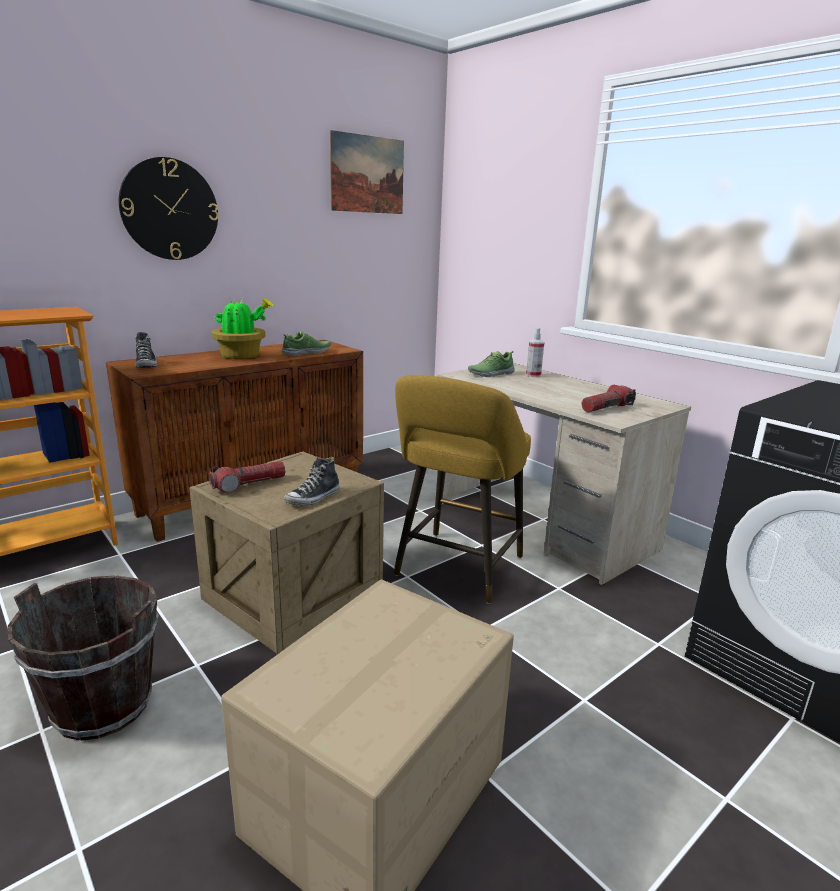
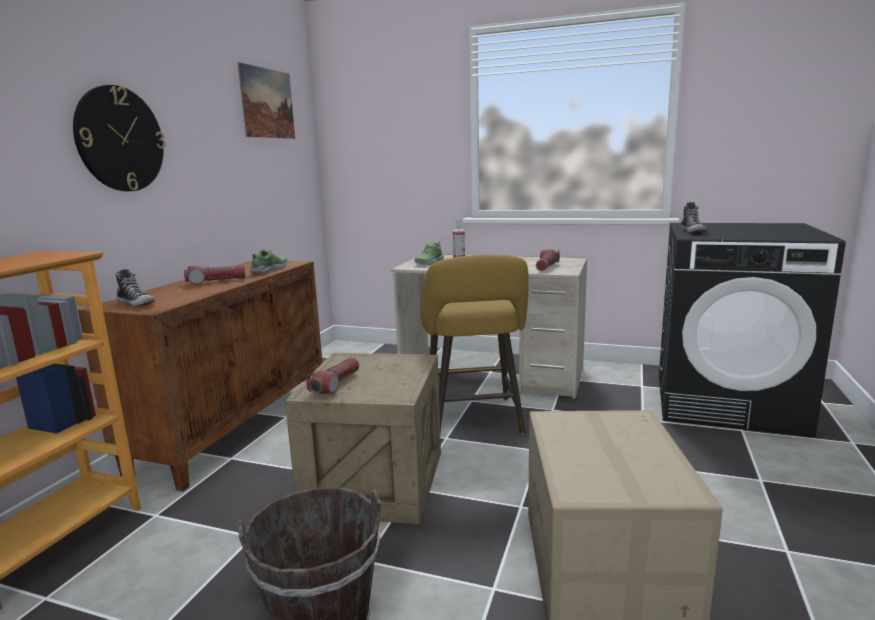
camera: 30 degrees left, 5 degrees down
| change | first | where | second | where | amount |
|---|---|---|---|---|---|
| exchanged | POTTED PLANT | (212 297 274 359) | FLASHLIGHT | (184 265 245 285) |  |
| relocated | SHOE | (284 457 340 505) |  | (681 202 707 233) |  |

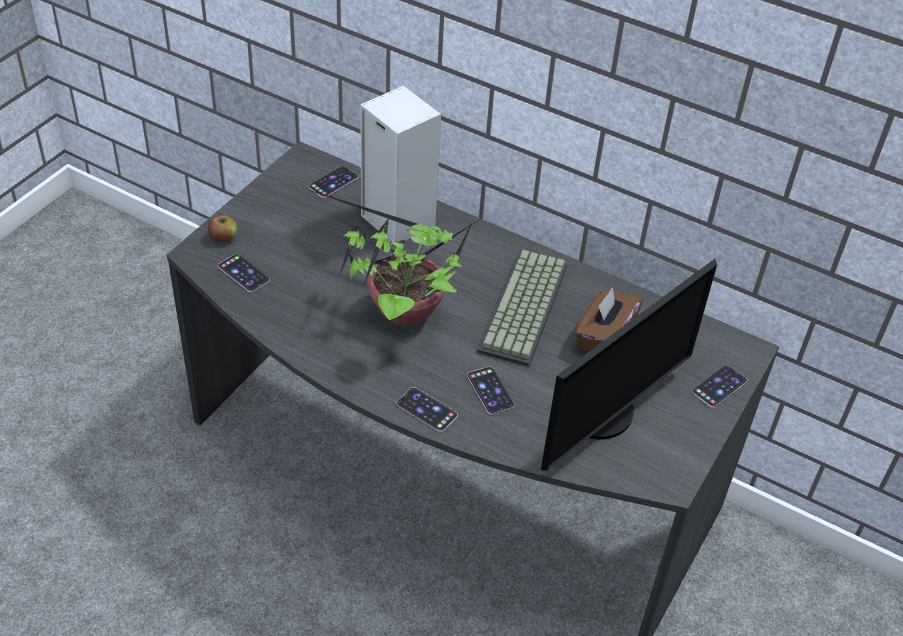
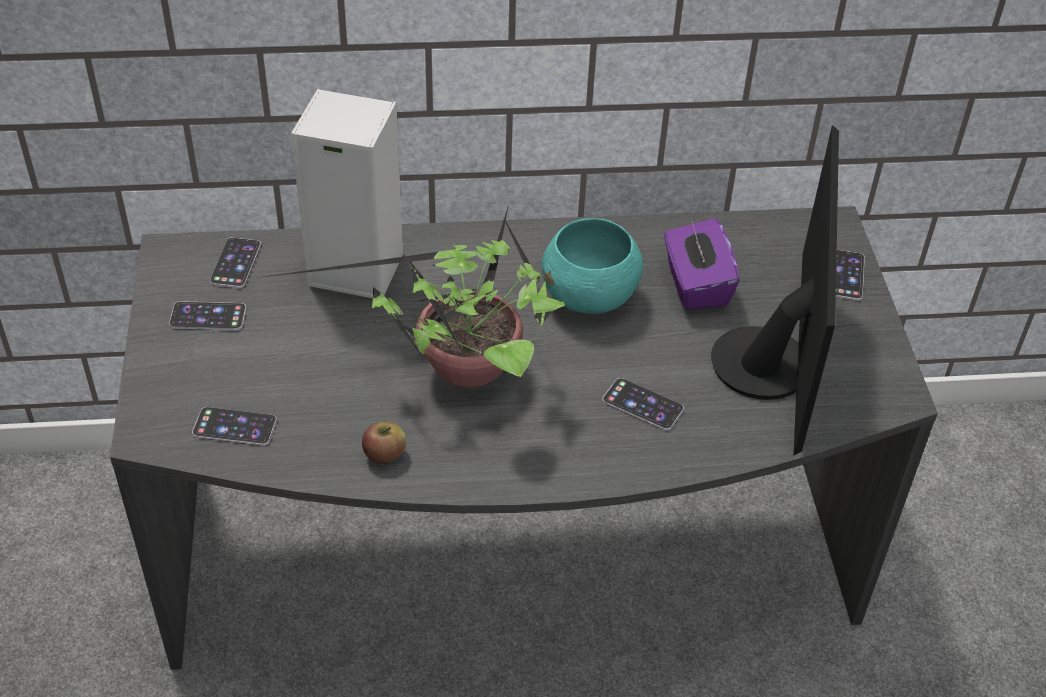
camera: 35 degrees left, 0 degrees up
| change | first | where | second | where | amount |
|---|---|---|---|---|---|
| relocated | APPLE | (208 215 237 242) |  | (362 421 406 464) |  |
| exchanged | KEYBOARD | (477 250 568 367) | TURQUOISE BOWL | (542 218 643 314) |  |
| colour | BROWN TISSUE BOX | (575 287 643 353) | PURPLE TISSUE BOX | (664 218 740 310) |  |
| relocated | PHONE | (397 387 458 432) |  | (169 301 246 330) |  |

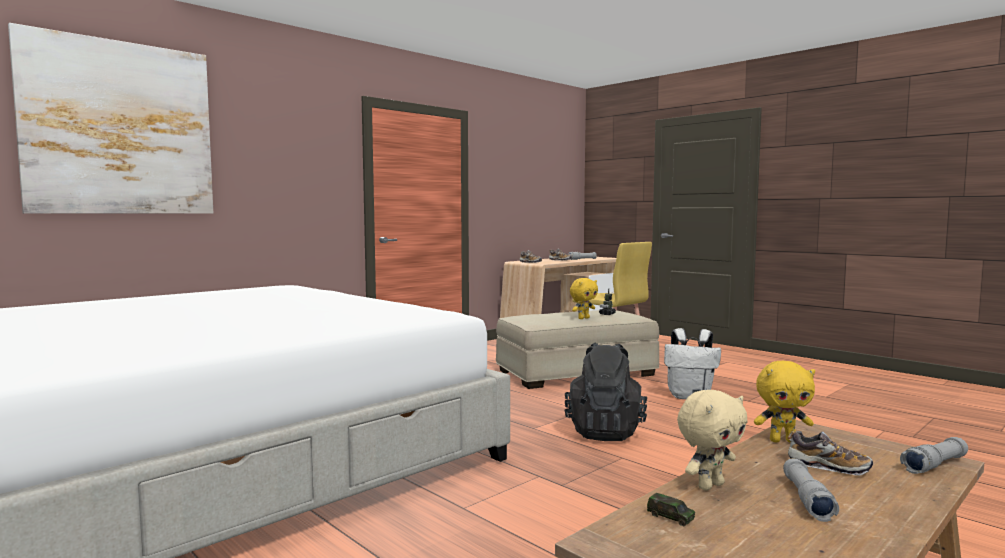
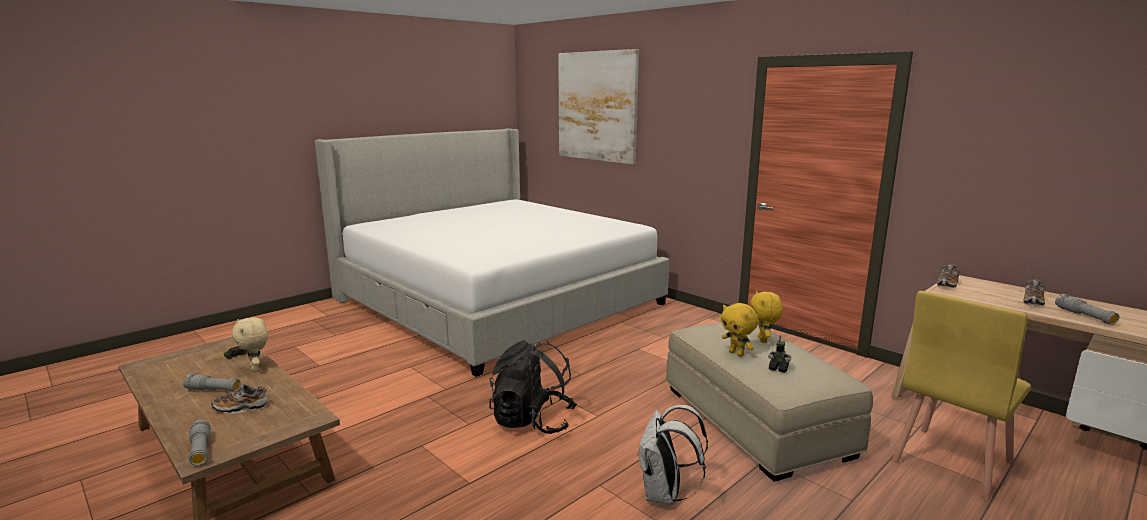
camera: 90 degrees right, 10 degrees up
| change | first | where | second | where | amount |
|---|---|---|---|---|---|
| relocated | YELLOW PLUSH TOY | (754 361 815 443) |  | (750 291 783 343) |  |
| spun | SHOE | (787 431 873 476) |  | (211 384 268 414) | 45 degrees clockwise |

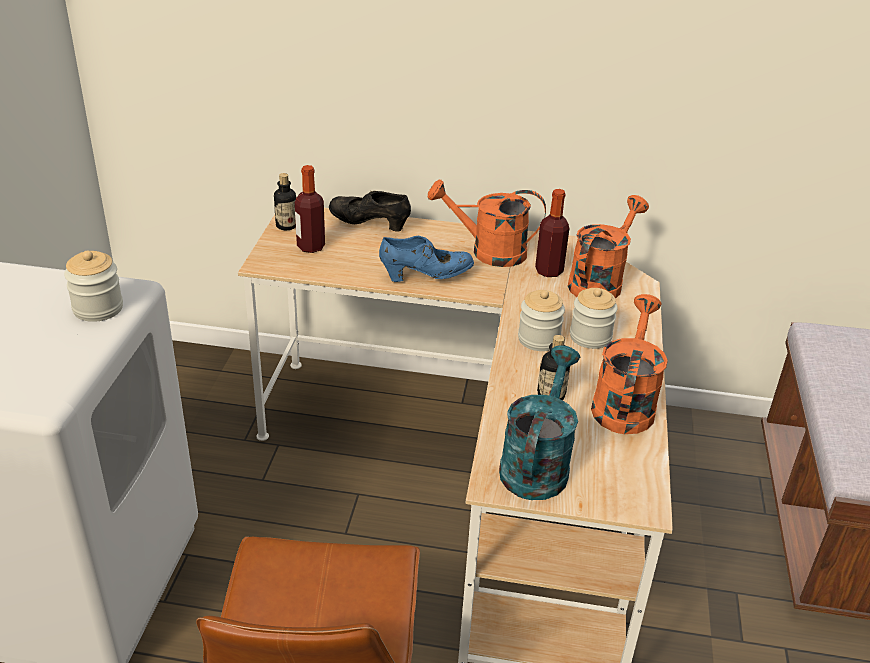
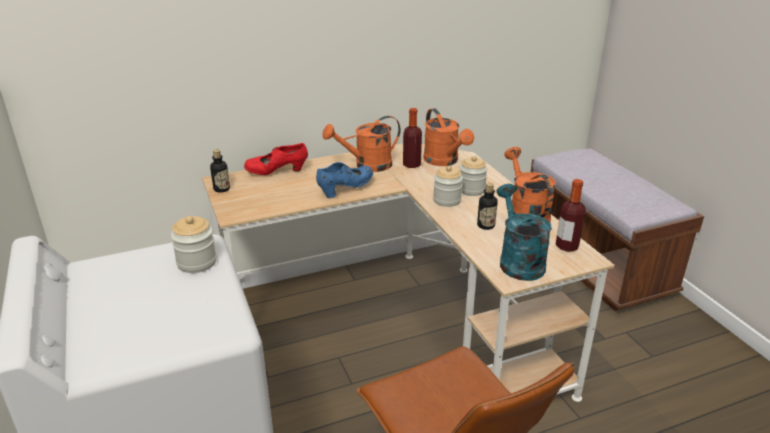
camera: 30 degrees left, 5 degrees down
| change | first | where | second | where | amount |
|---|---|---|---|---|---|
| relocated | BOTTLE | (295 165 325 253) |  | (555 179 586 252) |  |
| colour | BLACK SHOE | (329 191 411 232) | RED SHOE | (244 143 308 175) |  |
| spun | ORANGE WATERING CAN | (568 195 649 299) |  | (424 108 474 166) | 150 degrees clockwise |

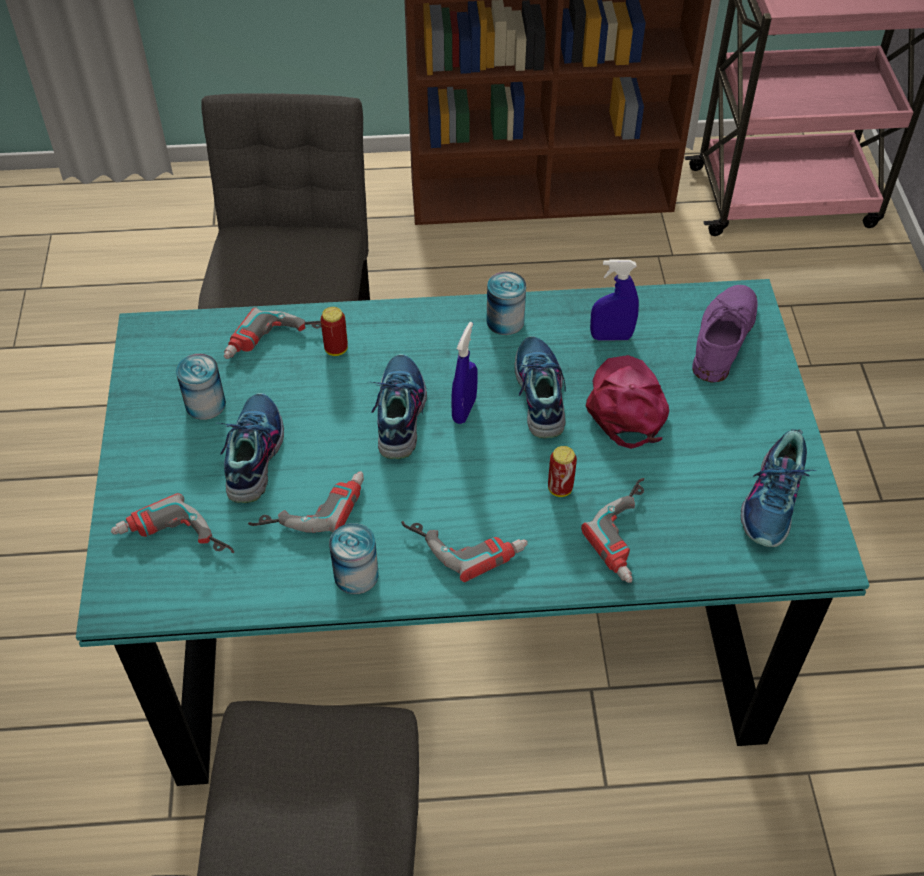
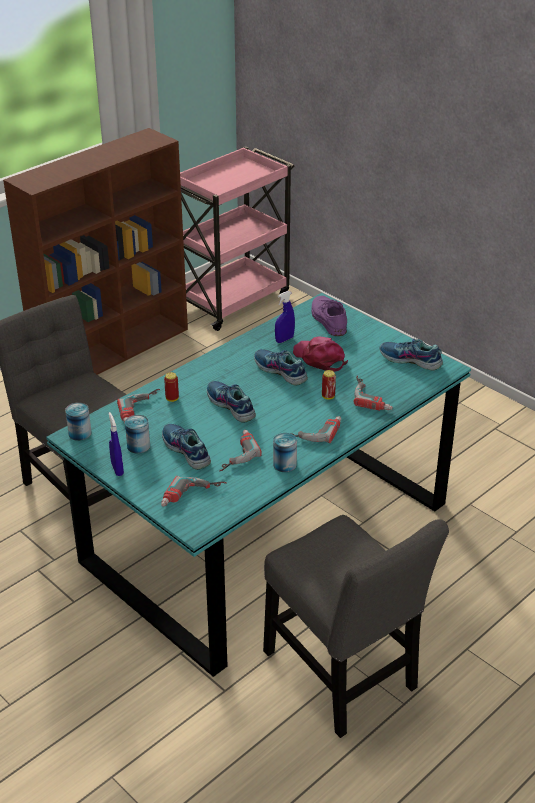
camera: 40 degrees left, 15 degrees down
| change | first | where | second | where | amount |
|---|---|---|---|---|---|
| relocated | CAN | (486 271 526 335) |  | (65 402 92 441) |  |
| relocated | BLUE SPRAY BOTTLE | (451 322 478 424) |  | (108 412 124 476) |  |
| spun | SHOE | (741 429 816 547) |  | (379 338 443 370) | 135 degrees clockwise |

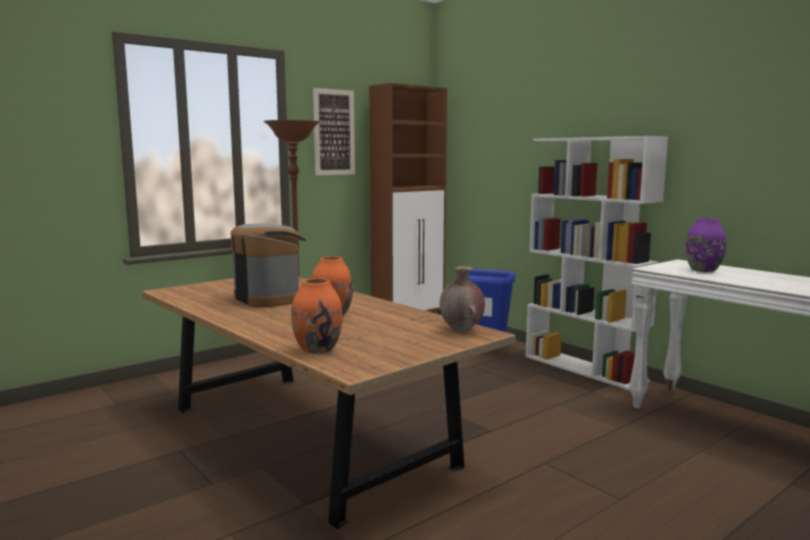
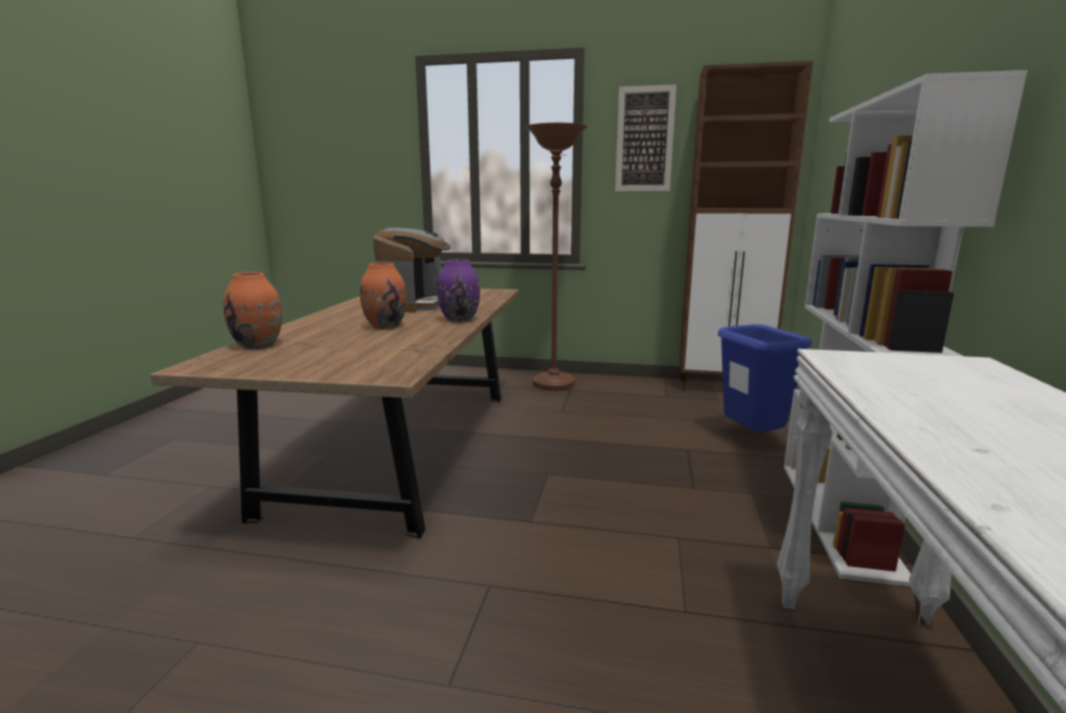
camera: 50 degrees right, 5 degrees up
| change | first | where | second | where | amount |
|---|---|---|---|---|---|
| relocated | PURPLE VASE | (685 218 726 272) |  | (437 259 480 322) |  |
| missing | BROWN VASE | (440 266 485 332) |  |  |  |

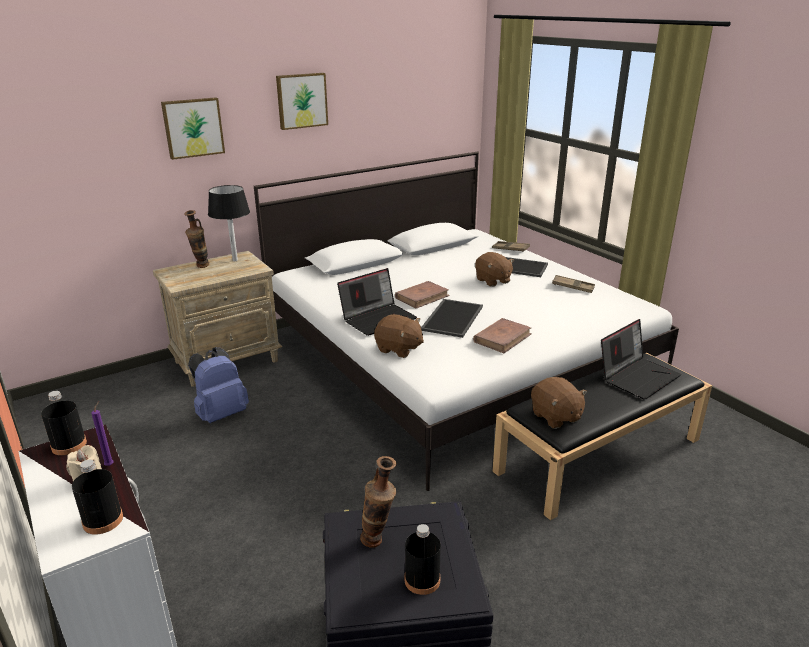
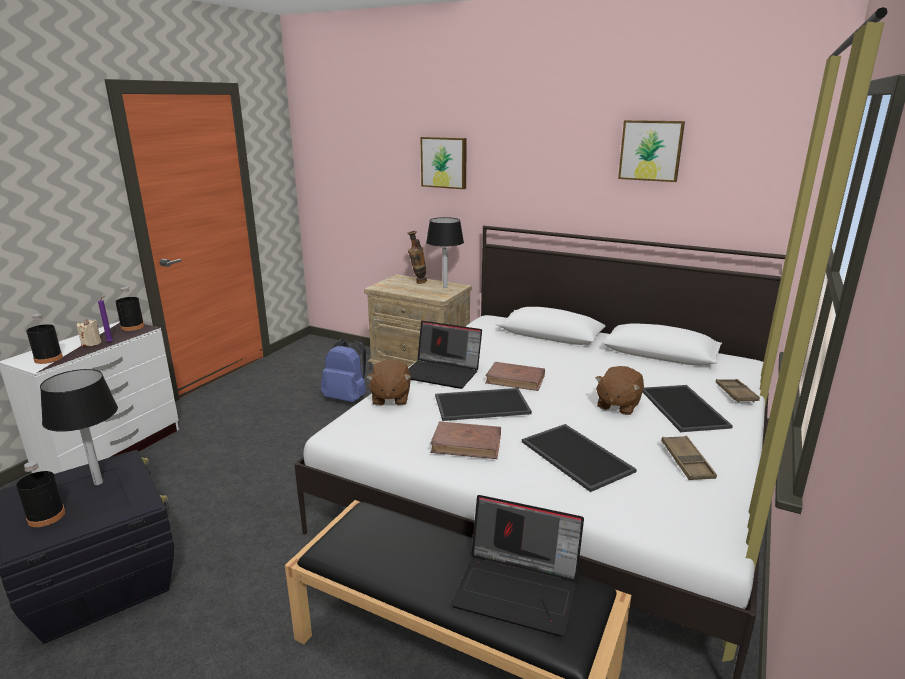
camera: 60 degrees right, 5 degrees down
| change | first | where | second | where | amount |
|---|---|---|---|---|---|
| relocated | PICTURE | (276 73 328 130) |  | (618 120 685 182) |  |
| missing | BROWN PLUSH TOY | (531 377 587 429) |  |  |  |
| exchanged | VASE | (360 456 397 548) | BLACK TABLE LAMP | (40 369 118 485) |  |
| appeared |  |  | TRAY | (522 424 637 492) |  |

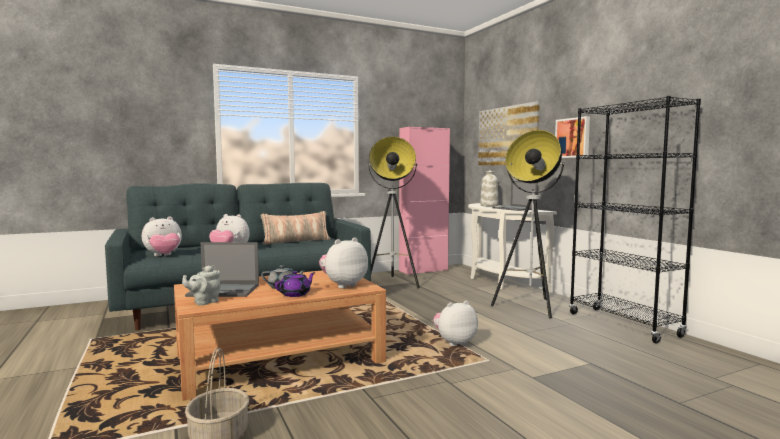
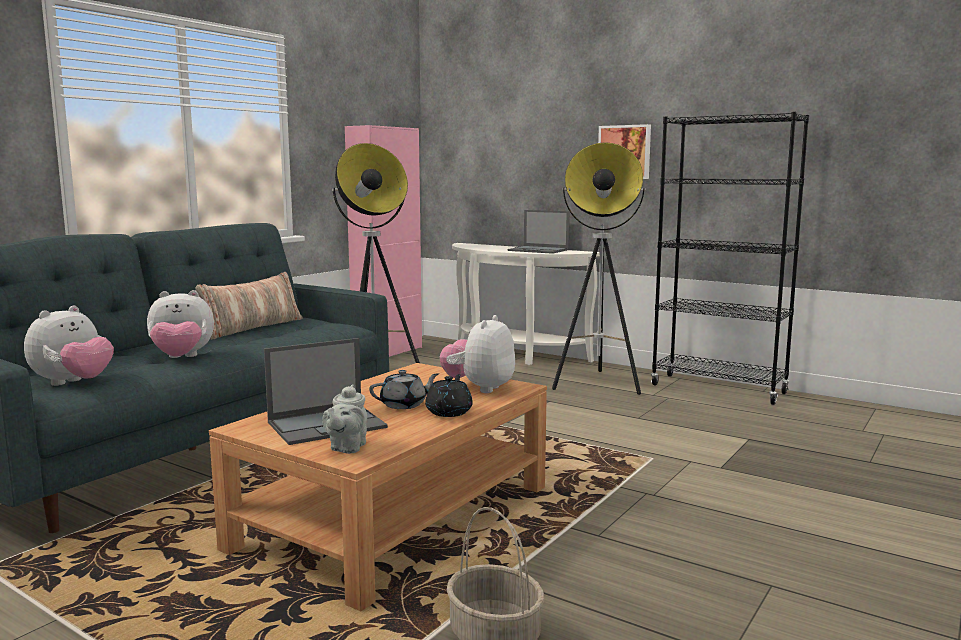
camera: 30 degrees left, 5 degrees up
| change | first | where | second | where | amount |
|---|---|---|---|---|---|
| missing | PICTURE | (478 101 540 165) |  |  |  |
| missing | WHITE VASE | (480 170 498 206) |  |  |  |
| colour | PURPLE TEAPOT | (275 271 316 297) | BLACK TEAPOT | (425 374 473 417) |  |
| missing | PLUSH TOY | (433 301 478 346) |  |  |  |

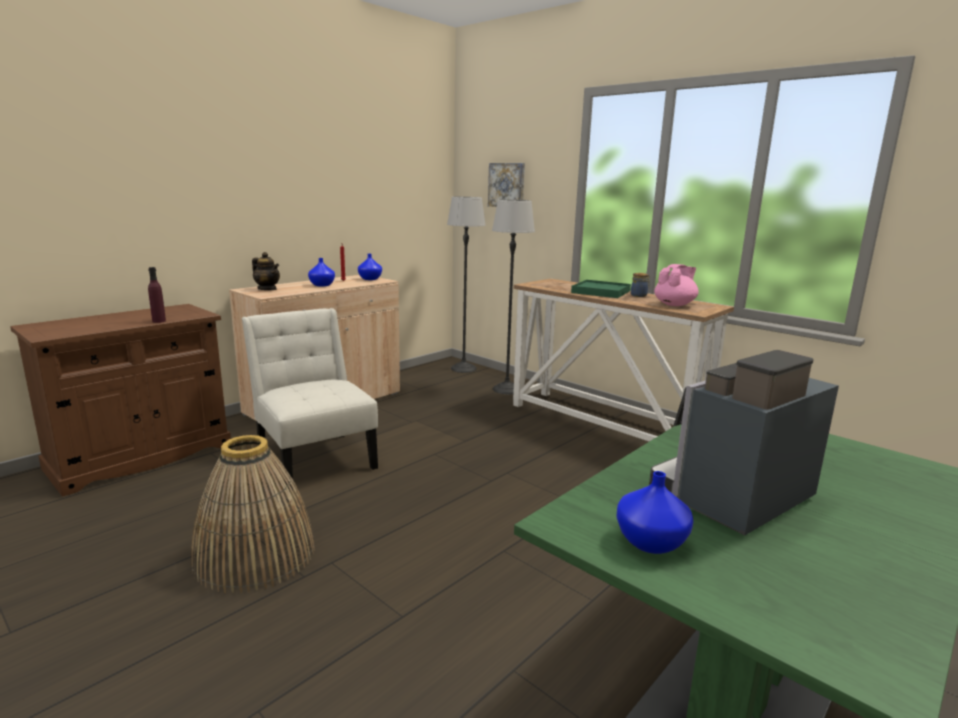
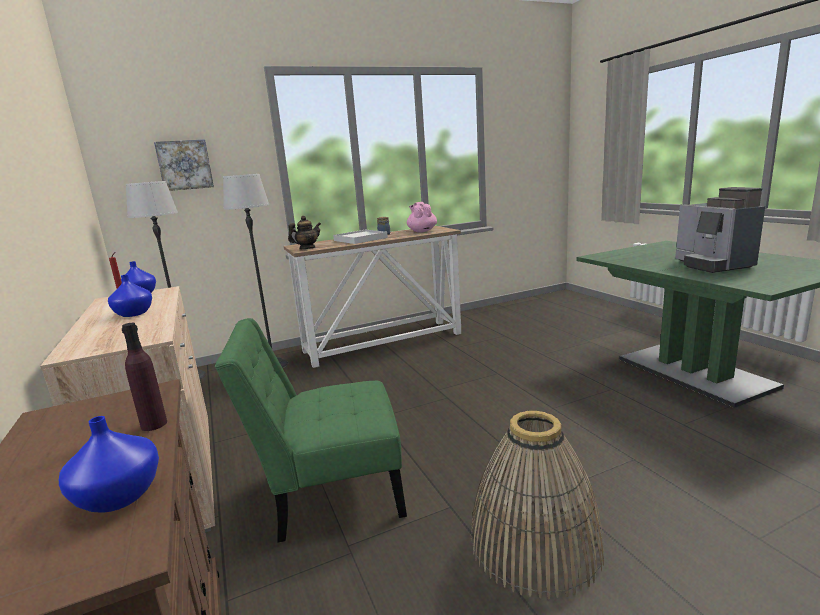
camera: 65 degrees left, 0 degrees up
| change | first | where | second | where | amount |
|---|---|---|---|---|---|
| relocated | TEAPOT | (252 252 280 290) |  | (288 216 321 249) |  |
| colour | GREEN TRAY | (571 280 631 298) | WHITE TRAY | (333 230 388 244) |  |
| colour | WHITE CHAIR | (242 308 378 491) | GREEN CHAIR | (215 318 407 543) |  |
| relocated | BLUE VASE | (616 471 693 554) |  | (59 416 159 512) |  |

